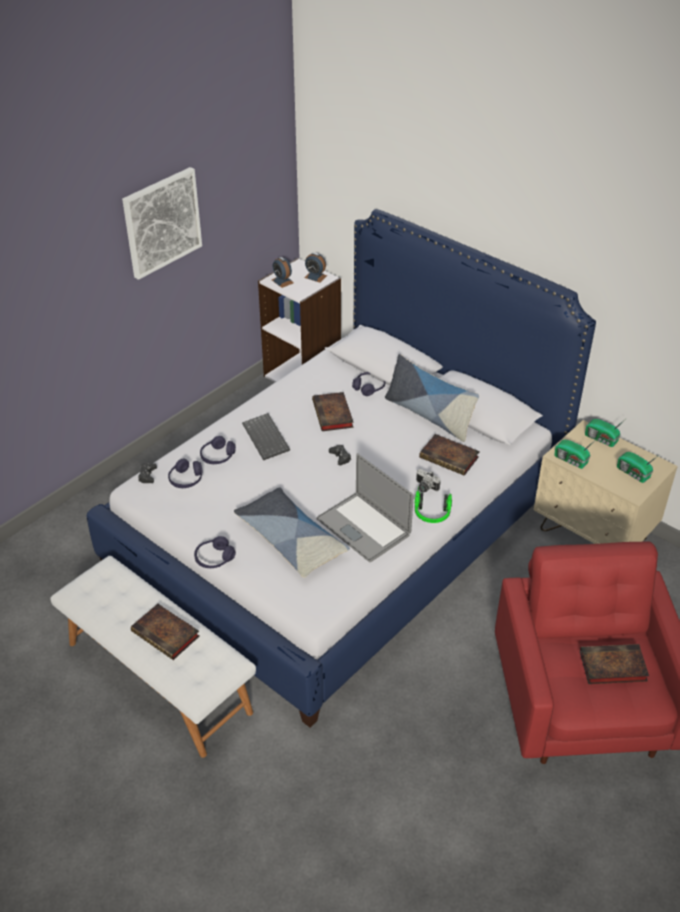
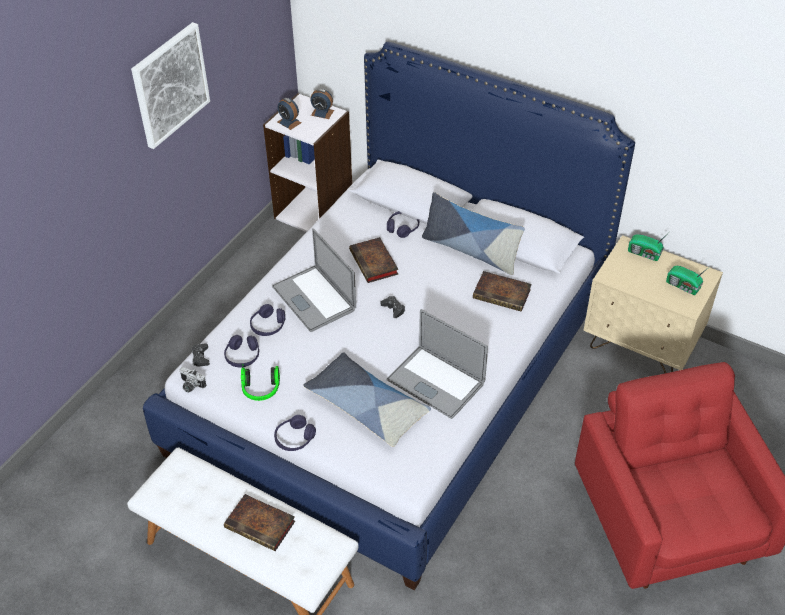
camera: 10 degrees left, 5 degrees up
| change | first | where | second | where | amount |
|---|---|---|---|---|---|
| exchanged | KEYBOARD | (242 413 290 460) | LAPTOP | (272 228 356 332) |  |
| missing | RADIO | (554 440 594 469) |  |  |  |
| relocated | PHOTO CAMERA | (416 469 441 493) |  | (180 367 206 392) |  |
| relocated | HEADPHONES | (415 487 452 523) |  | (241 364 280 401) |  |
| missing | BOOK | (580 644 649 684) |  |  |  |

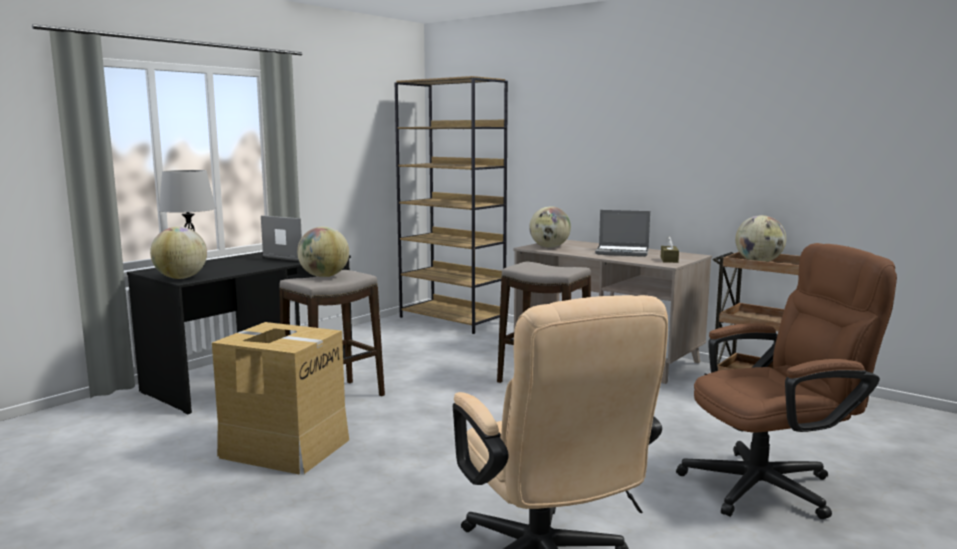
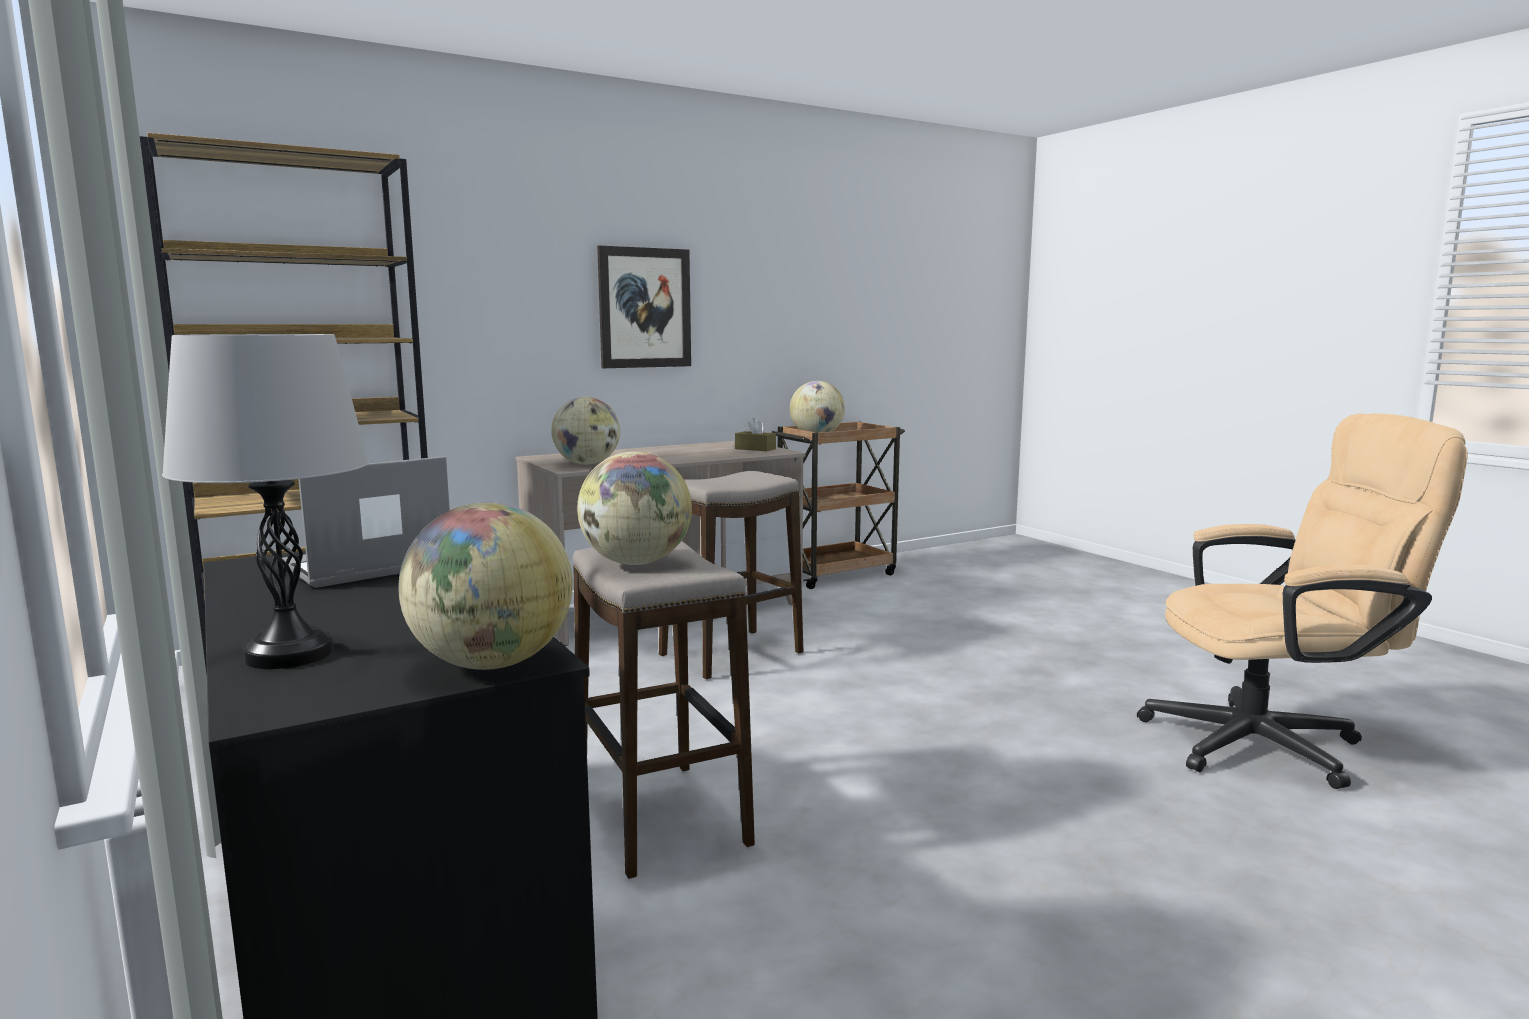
camera: 70 degrees left, 0 degrees up
| change | first | where | second | where | amount |
|---|---|---|---|---|---|
| missing | LAPTOP | (595 210 650 257) |  |  |  |
| missing | BROWN OFFICE CHAIR | (676 243 897 519) |  |  |  |
| missing | CARDBOARD BOX | (212 322 349 475) |  |  |  |
| appeared |  |  | PICTURE | (597 246 691 368) |  |

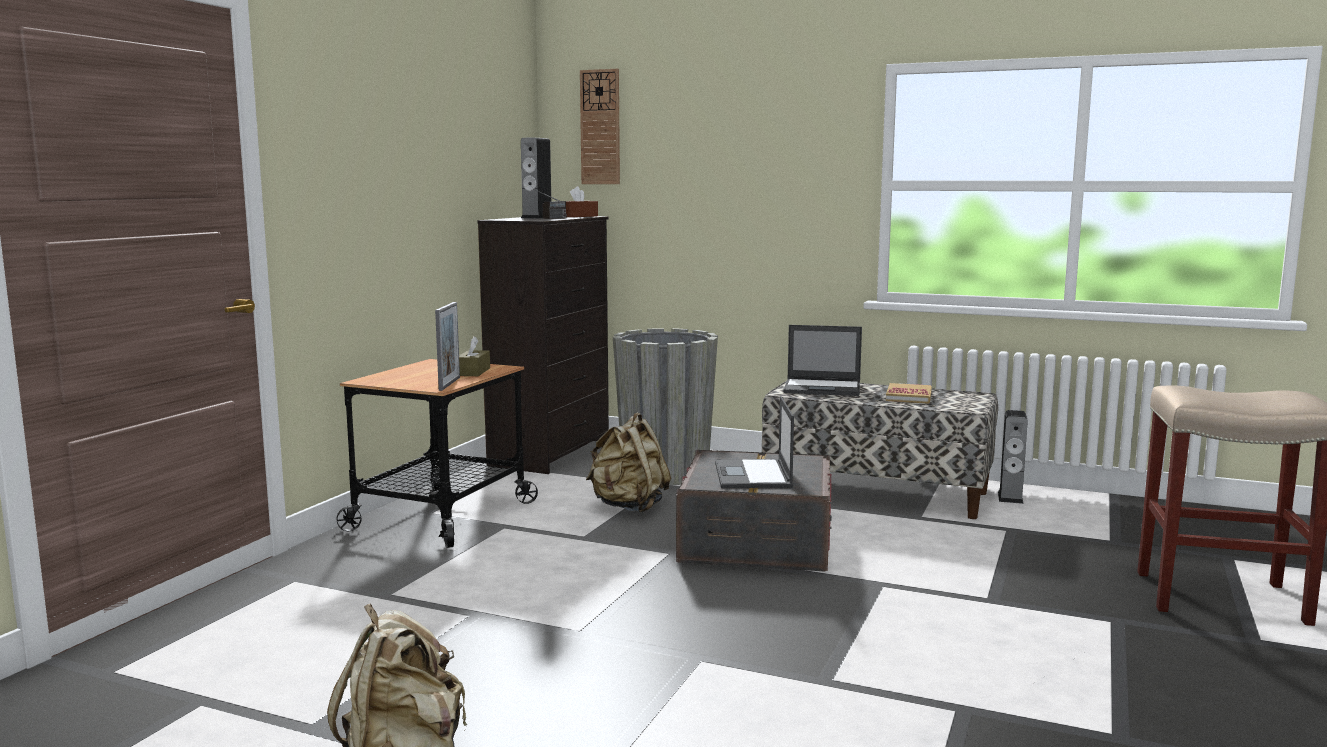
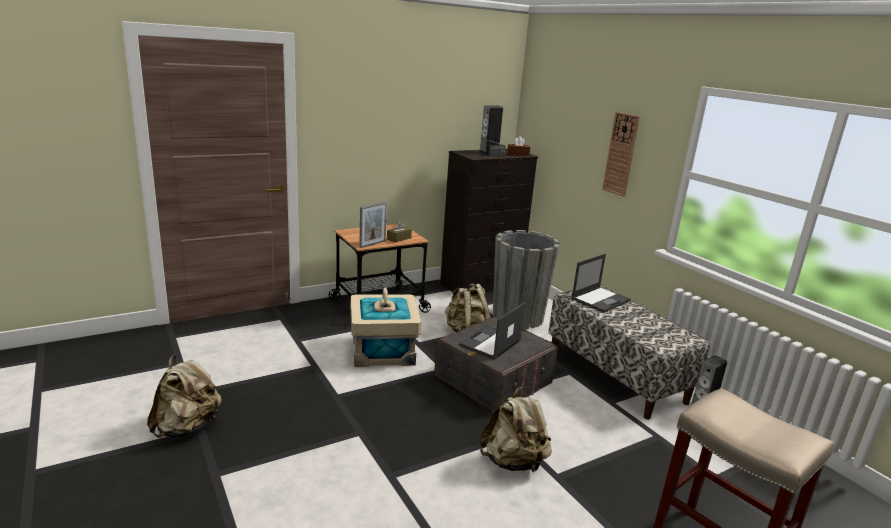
camera: 35 degrees right, 10 degrees up
| change | first | where | second | where | amount |
|---|---|---|---|---|---|
| relocated | WALL CLOCK | (580 69 620 184) |  | (602 112 640 197) |  |
| spun | LAPTOP | (783 325 862 396) |  | (571 254 631 313) | 90 degrees counterclockwise |
| missing | BOOK | (886 383 932 404) |  |  |  |
| appeared |  |  | BEIGE STORAGE BOX | (351 288 421 367) |  |
| appeared |  |  | BEIGE BACKPACK | (480 387 552 472) |  |

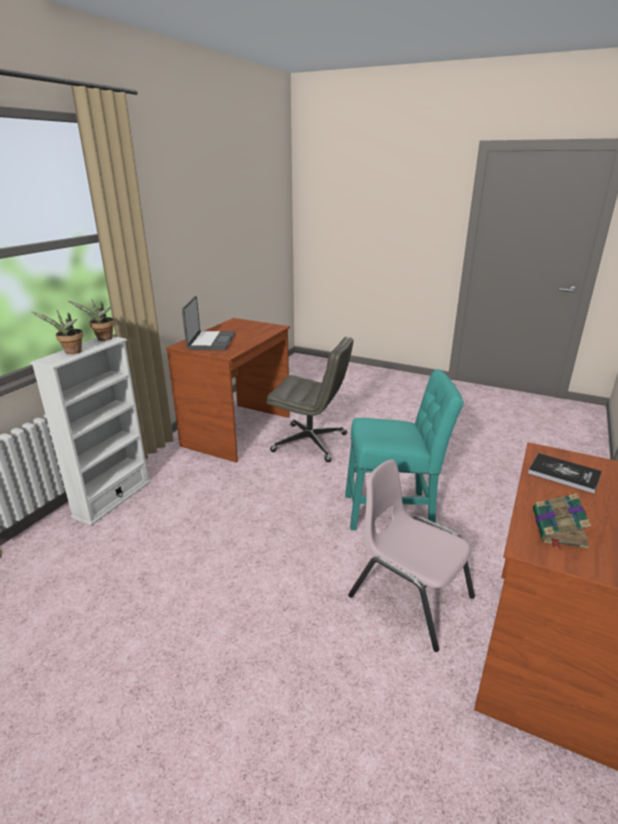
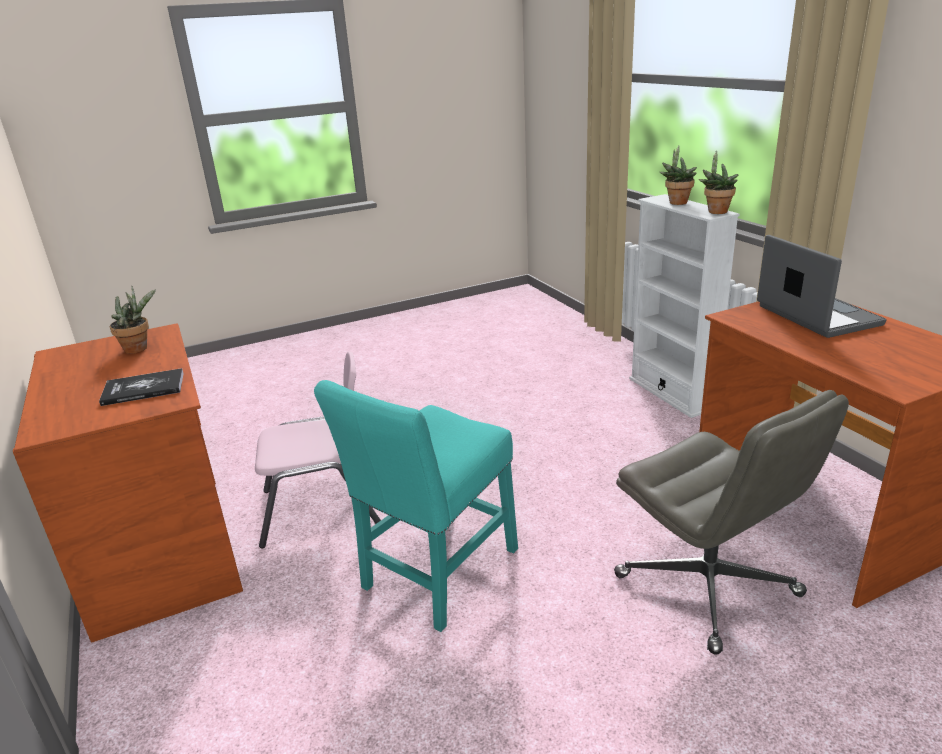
camera: 130 degrees right, 0 degrees up
| change | first | where | second | where | amount |
|---|---|---|---|---|---|
| spun | LAPTOP | (182 296 235 350) |  | (757 235 886 338) | 150 degrees counterclockwise |
| spun | GREY OFFICE CHAIR | (267 337 353 462) |  | (614 390 849 655) | 90 degrees counterclockwise |
| exchanged | BOOK | (533 493 591 549) | POTTED PLANT | (110 286 156 354) |  |

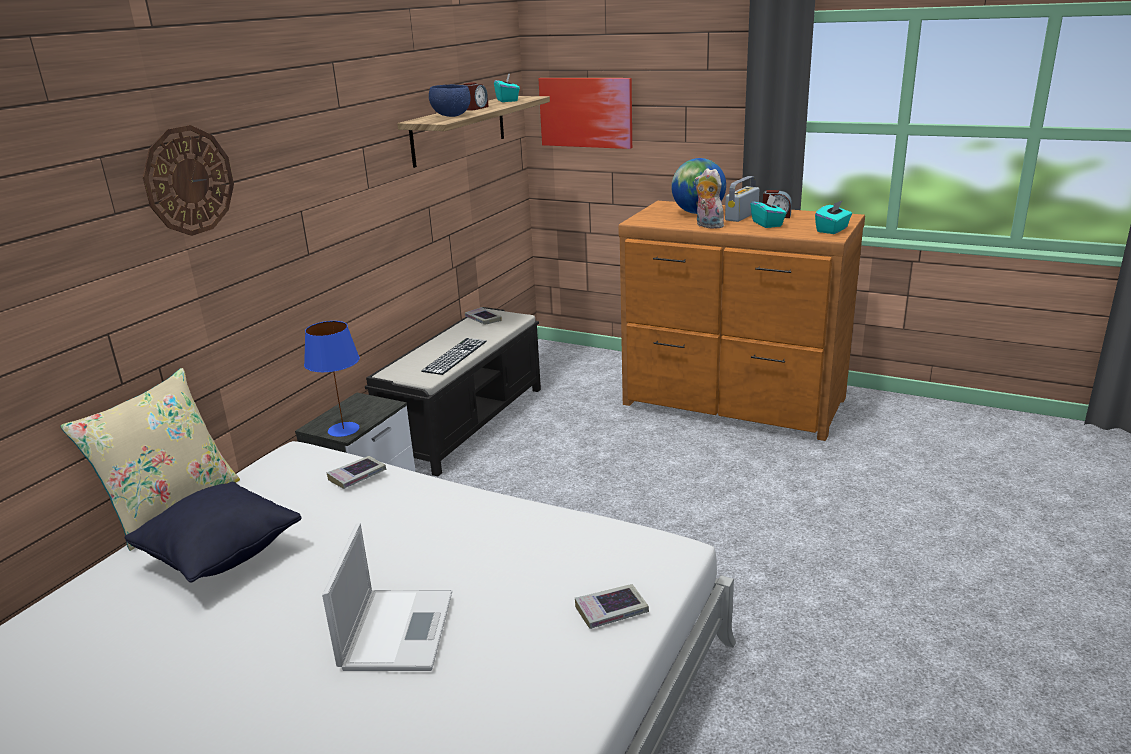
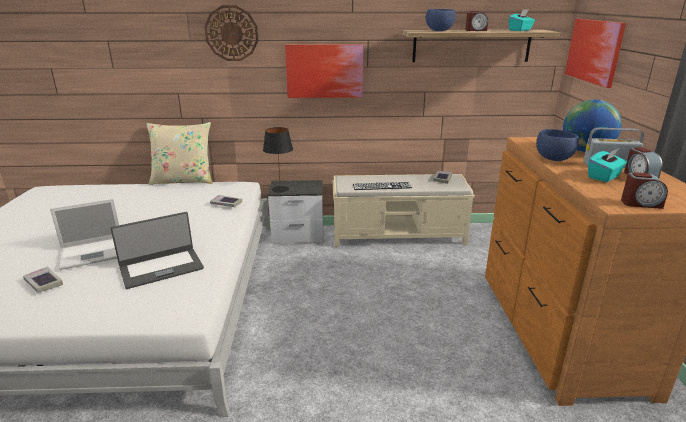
camera: 60 degrees right, 0 degrees up
| change | first | where | second | where | amount |
|---|---|---|---|---|---|
| exchanged | PLUSH TOY | (694 168 724 229) | BLUE BOWL | (536 129 579 161) |  |
| exchanged | TURQUOISE TISSUE BOX | (815 200 852 234) | ALARM CLOCK | (621 172 668 209) |  |
| colour | BLACK BENCH | (365 307 541 476) | BEIGE BENCH | (333 174 475 247) |  |
| colour | BLUE TABLE LAMP | (304 321 360 437) | BLACK TABLE LAMP | (263 127 293 193) |  |
| missing | BLACK PILLOW | (124 482 301 583) |  |  |  |
| relocated | BOOK | (575 584 649 629) |  | (23 266 63 293) |  |
| appeared |  |  | PICTURE | (285 44 364 98) |  |
| appeared |  |  | LAPTOP | (111 212 204 289) |  |

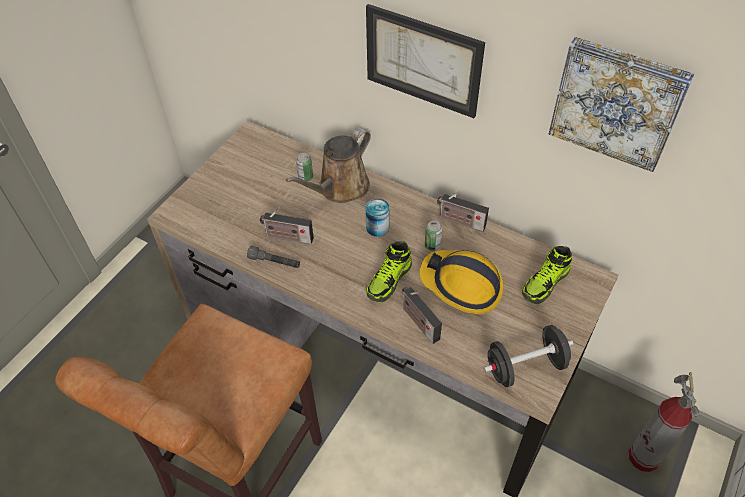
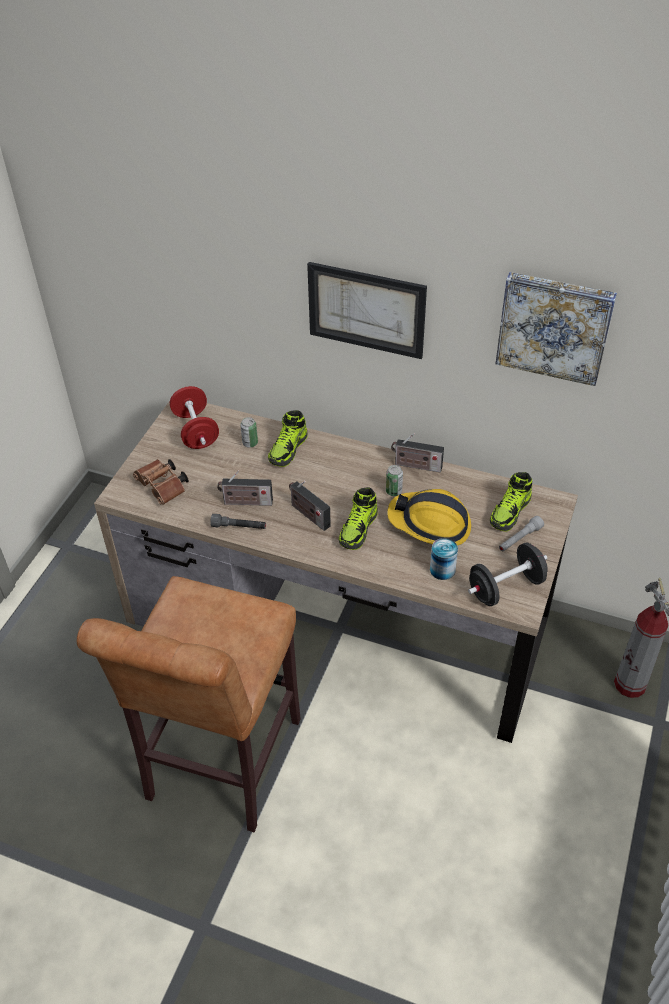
camera: 10 degrees left, 5 degrees down
| change | first | where | second | where | amount |
|---|---|---|---|---|---|
| exchanged | BROWN WATERING CAN | (285 128 371 203) | SHOE | (268 410 308 467) |  |
| relocated | CAN | (366 199 389 237) |  | (430 538 458 580) |  |
| relocated | RADIO | (402 287 442 344) |  | (289 481 331 531) |  |
| appeared |  |  | RED DUMBBELL | (170 386 219 449) |  |
| appeared |  |  | BROWN BINOCULARS | (133 459 189 505) |  |
| appeared |  |  | GREY FLASHLIGHT | (499 516 544 551) |  |

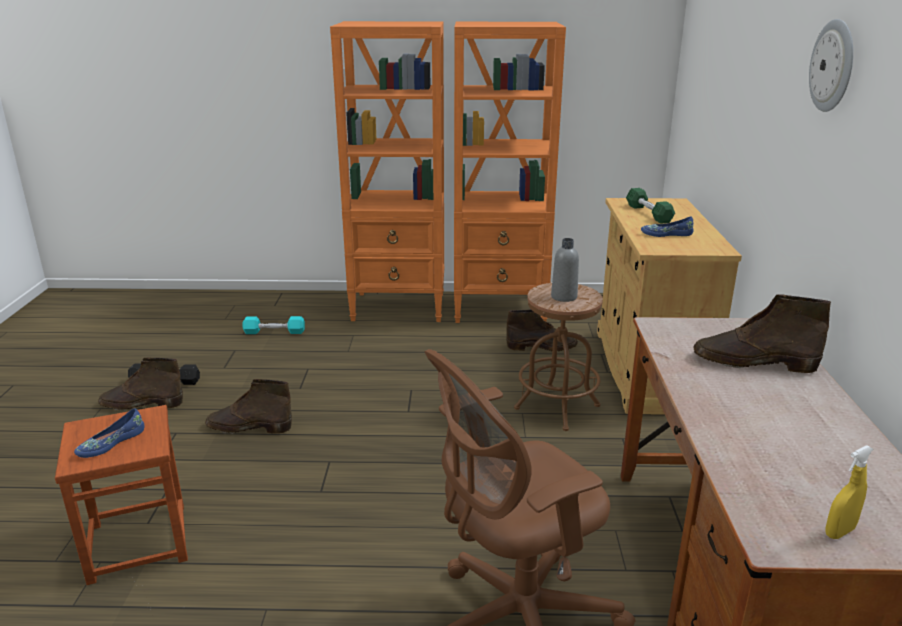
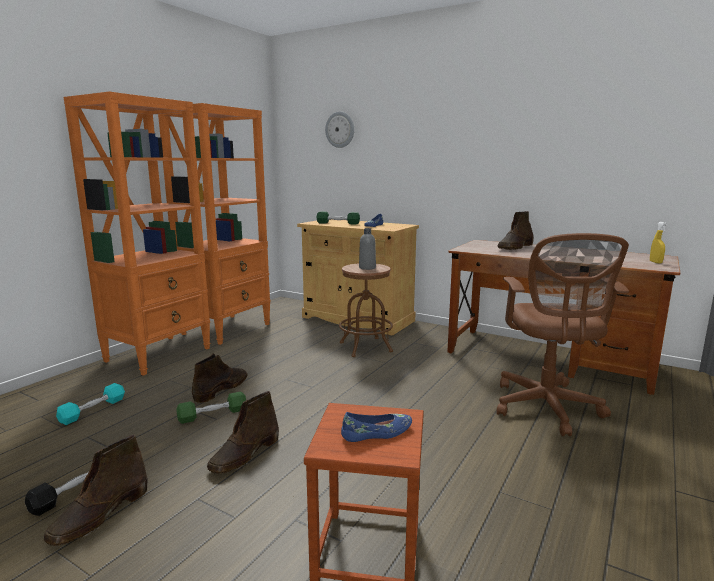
camera: 60 degrees left, 10 degrees down
| change | first | where | second | where | amount |
|---|---|---|---|---|---|
| relocated | WALL CLOCK | (809 19 853 112) |  | (325 112 354 148) |  |
| relocated | BROWN BOOT | (506 309 578 351) |  | (192 353 248 403) |  |
| spun | BLUE SHOE | (74 408 144 458) |  | (341 412 412 442) | 90 degrees counterclockwise |
| appeared |  |  | GREEN DUMBBELL | (176 392 246 424) |  |

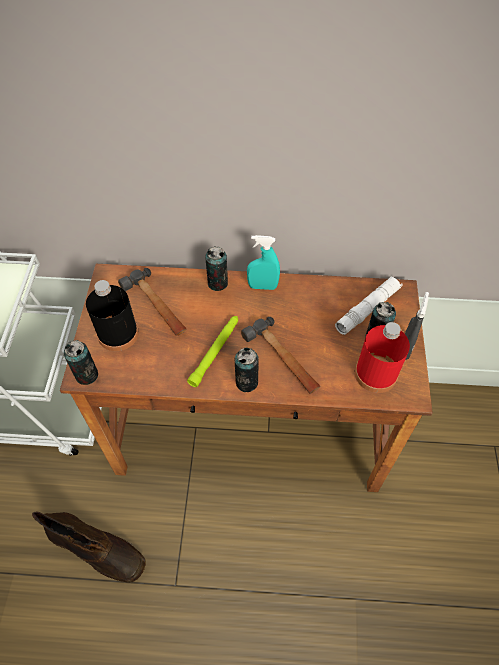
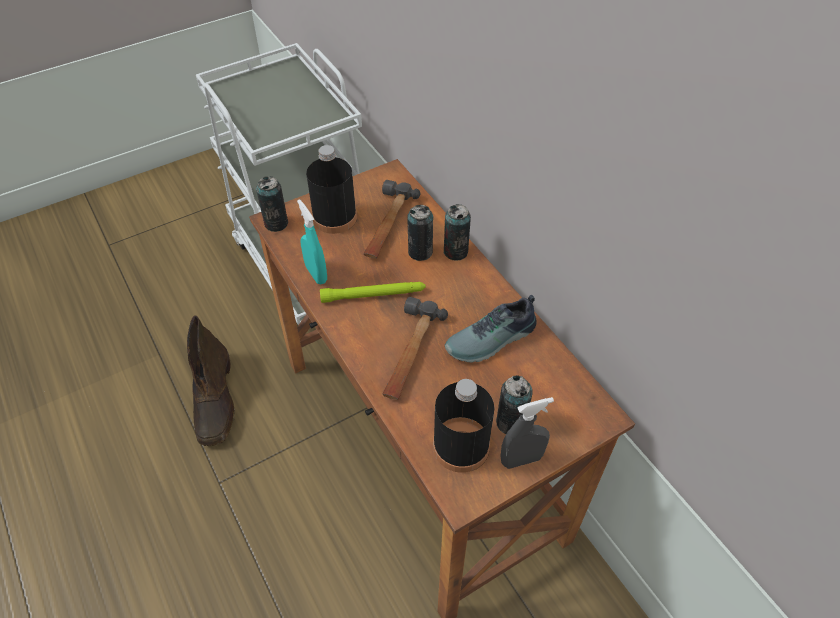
camera: 55 degrees right, 5 degrees down
| change | first | where | second | where | amount |
|---|---|---|---|---|---|
| relocated | TURQUOISE SPRAY BOTTLE | (247 235 280 290) |  | (297 199 327 284) |  |
| missing | WHITE FLASHLIGHT | (335 276 402 335) |  |  |  |
| colour | RED BOTTLE | (355 322 410 393) | BLACK BOTTLE | (433 379 495 473) |  |
| relocated | CAN | (235 348 259 392) |  | (407 205 434 261) |  |
| appeared |  |  | SHOE | (445 295 537 363) |  |

